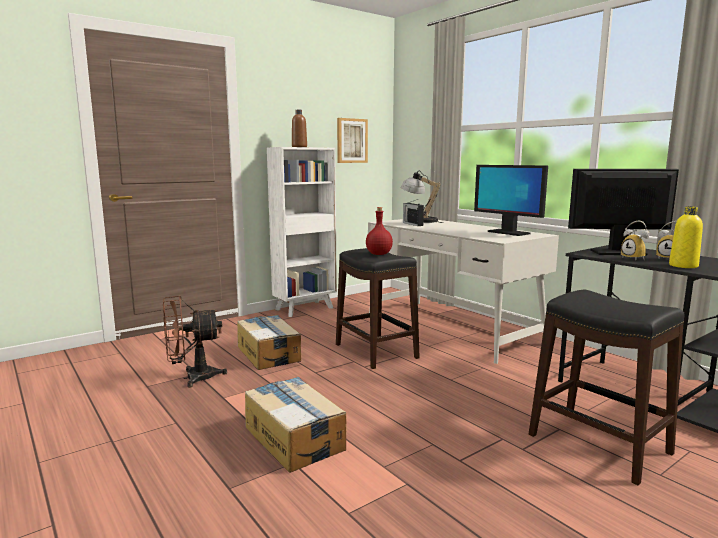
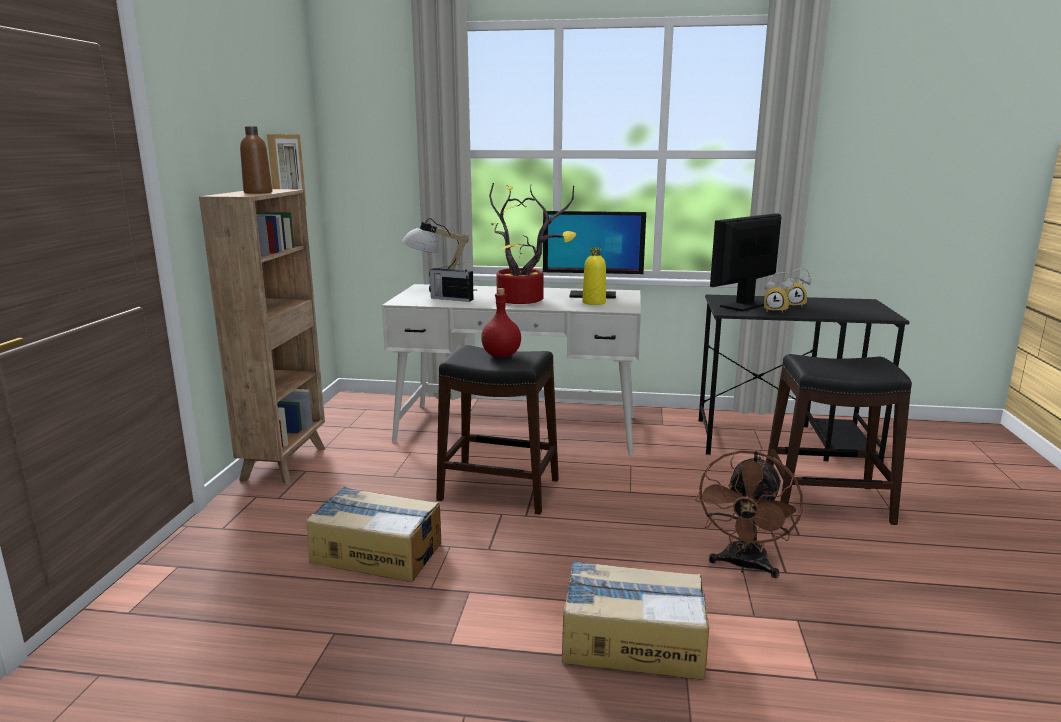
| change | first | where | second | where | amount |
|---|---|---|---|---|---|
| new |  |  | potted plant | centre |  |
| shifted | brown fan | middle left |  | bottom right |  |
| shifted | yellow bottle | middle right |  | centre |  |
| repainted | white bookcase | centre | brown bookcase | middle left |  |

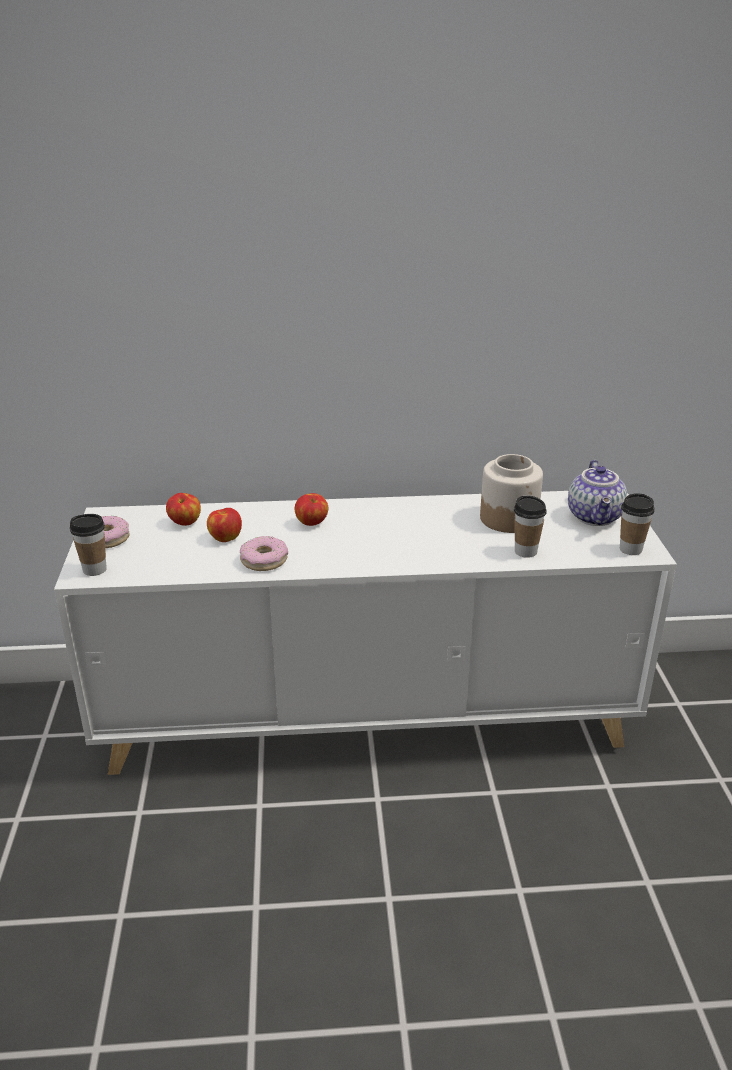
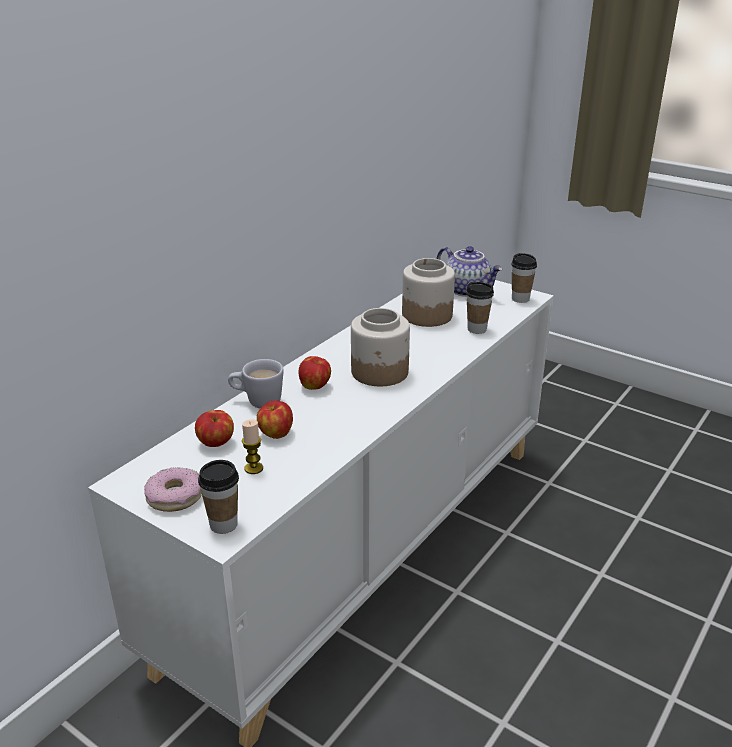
| change | first | where | second | where | amount |
|---|---|---|---|---|---|
| gone | donut (no. 2 from left) | centre |  |  |  |
| new |  |  | white mug | centre |  |
| new |  |  | candle | centre |  |
| new |  |  | jar (no. 1 from left) | centre |  |

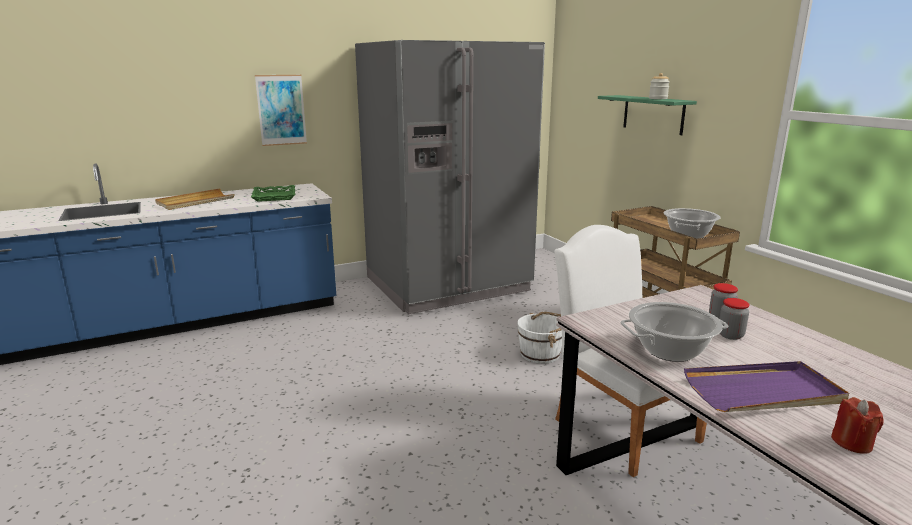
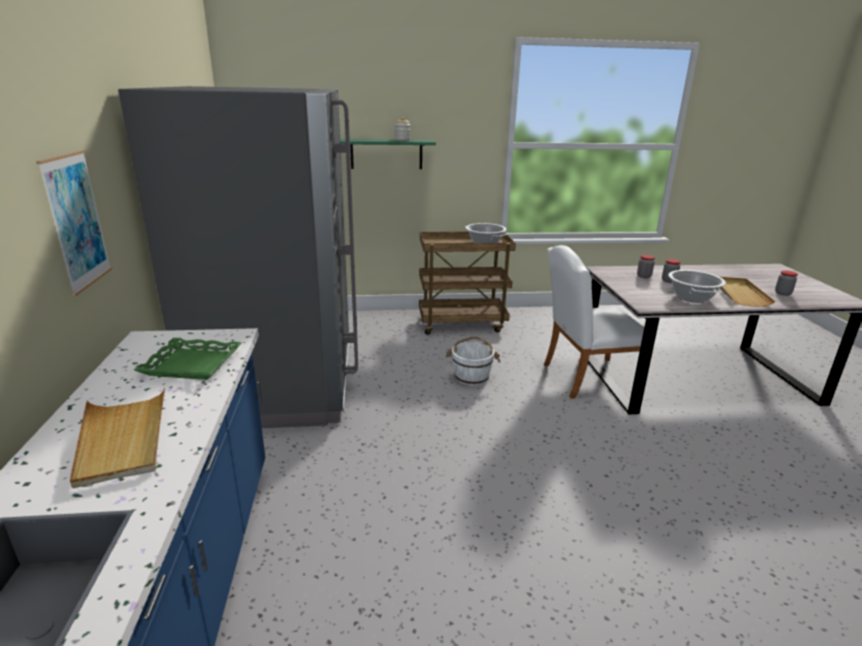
| change | first | where | second | where | amount |
|---|---|---|---|---|---|
| swapped | red candle | bottom right | jar (no. 4 from left) | middle right |  |
| repainted | purple tray | bottom right | beige tray (no. 2 from left) | middle right |  |

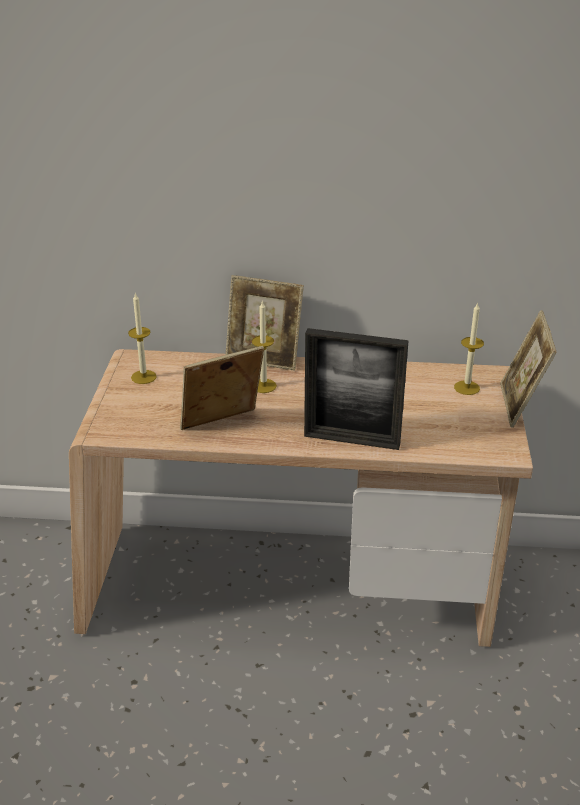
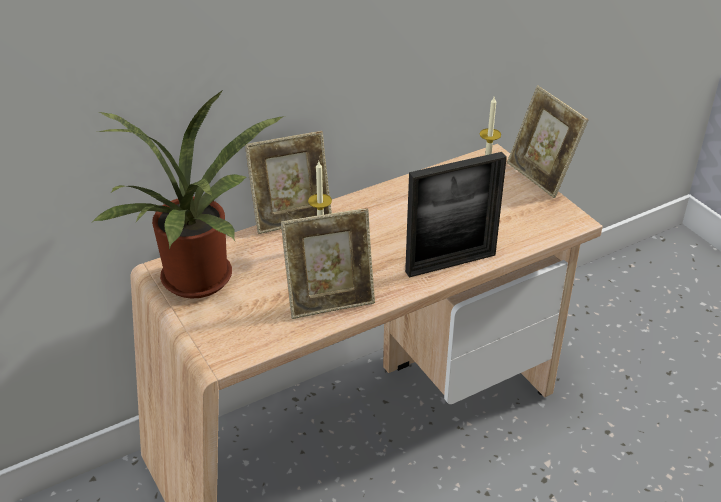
| change | first | where | second | where | amount |
|---|---|---|---|---|---|
| swapped | candle (no. 1 from left) | middle left | potted plant | middle left |  |
| rotated | picture frame (no. 1 from left in the first image) | centre | picture frame (no. 2 from left) | centre | 135 degrees counterclockwise |

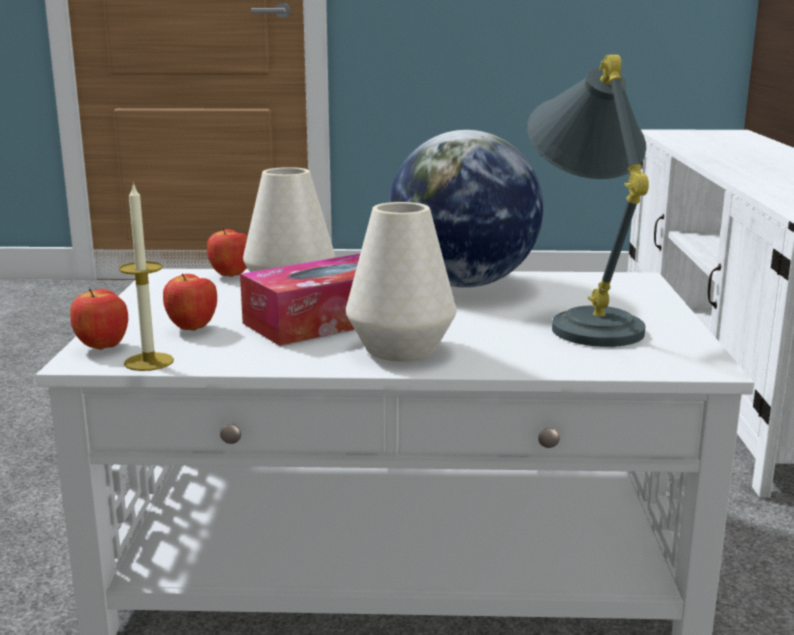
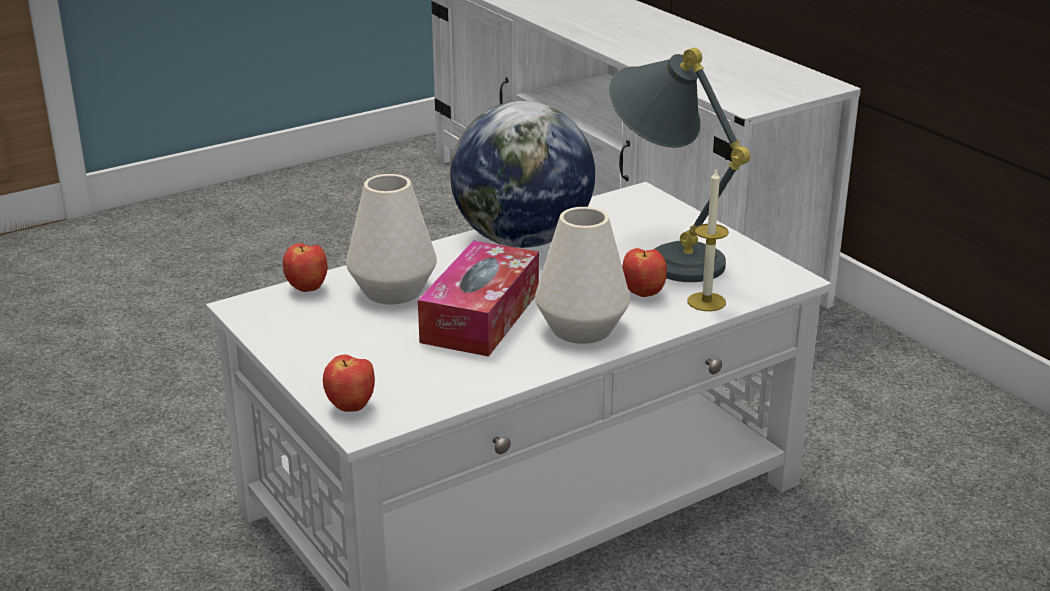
| change | first | where | second | where | amount |
|---|---|---|---|---|---|
| shifted | candle | middle left |  | middle right |  |
| shifted | apple (no. 2 from left in the first image) | middle left | apple (no. 3 from left) | centre |  |

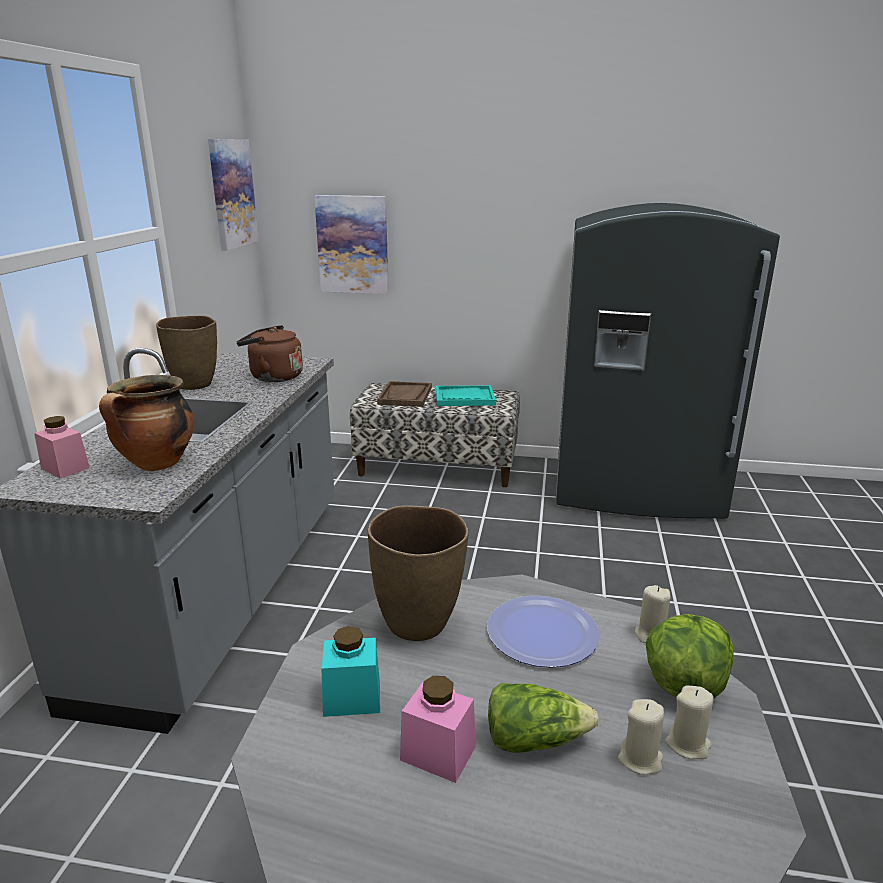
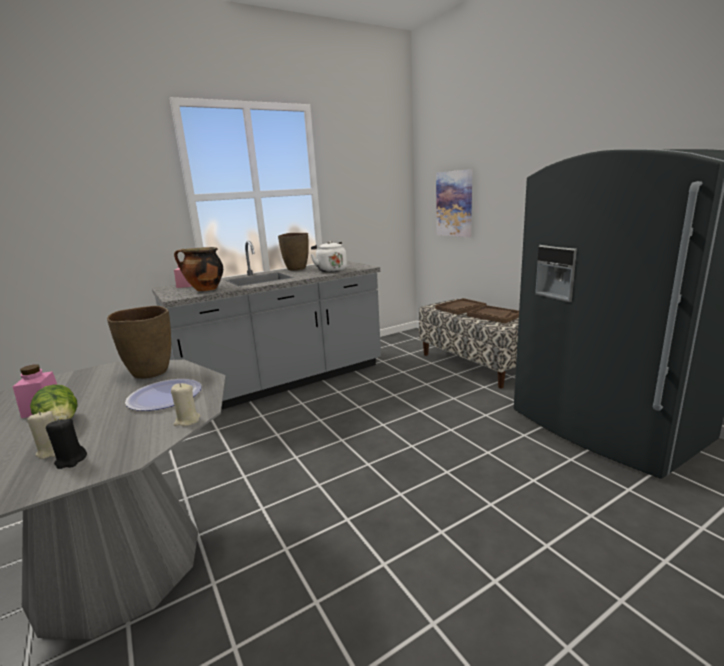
| change | first | where | second | where | amount |
|---|---|---|---|---|---|
| gone | picture (no. 1 from left) | top left |  |  |  |
| gone | turquoise jar | bottom centre |  |  |  |
| gone | lettuce (no. 2 from left) | bottom right |  |  |  |
| repainted | brown kettle | middle left | white kettle | centre |  |
| repainted | turquoise tray | centre | brown tray (no. 2 from left) | middle right |  |
| repainted | beige candle (no. 3 from left) | bottom right | black candle | middle left |  |

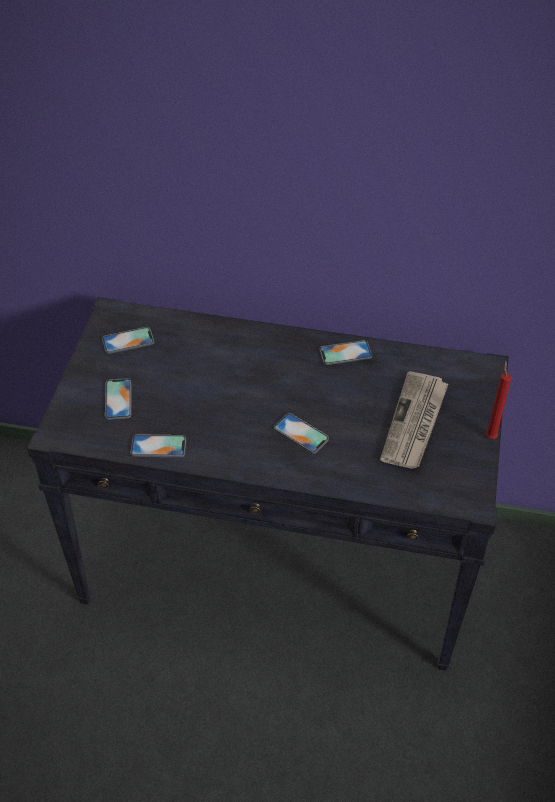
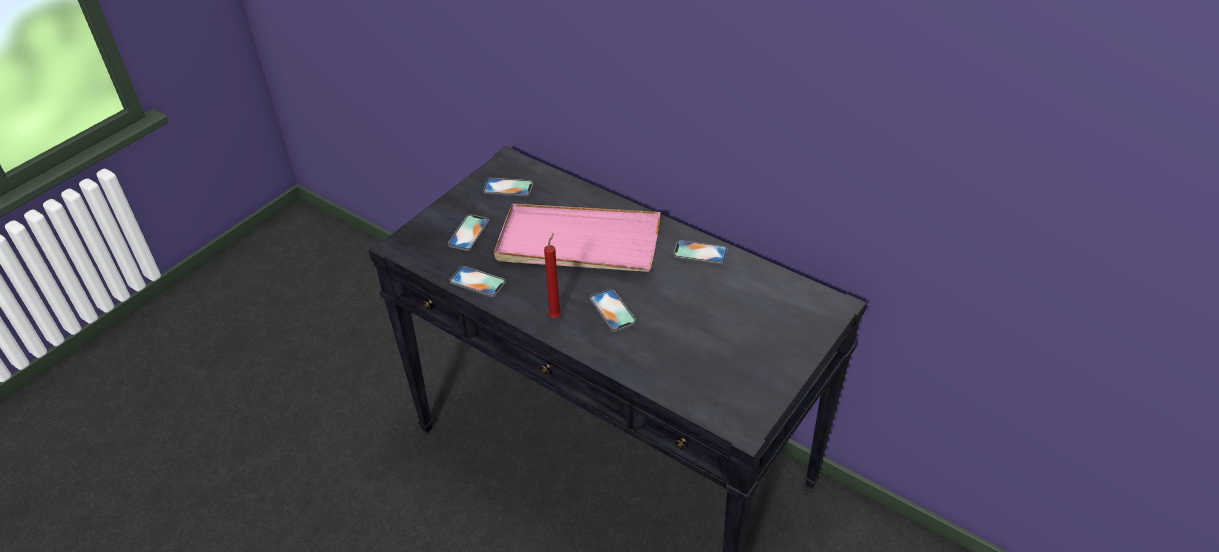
| change | first | where | second | where | amount |
|---|---|---|---|---|---|
| gone | newspaper | middle right |  |  |  |
| new |  |  | pink tray | centre |  |
| shifted | red candle | middle right |  | centre |  |

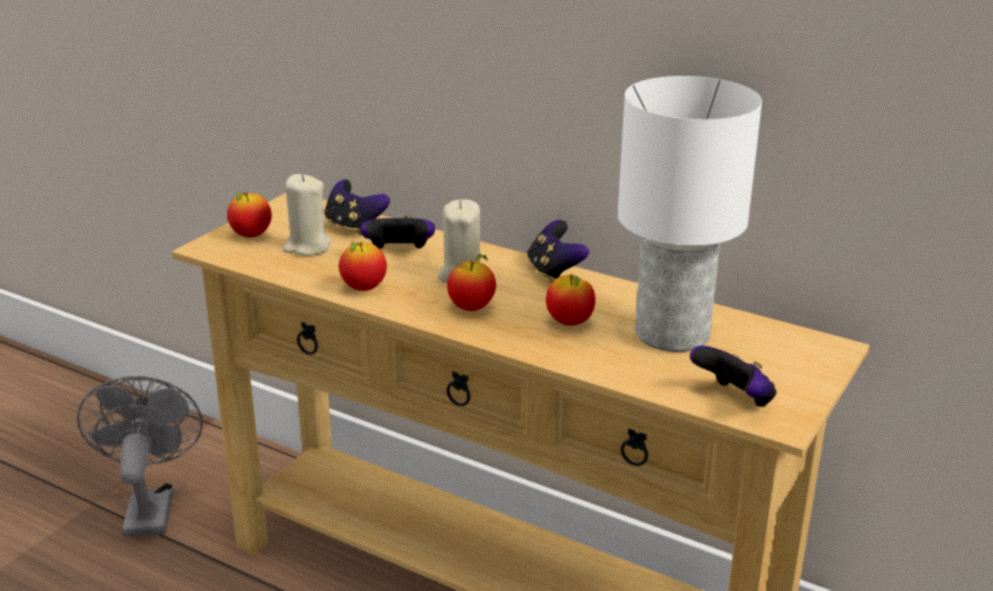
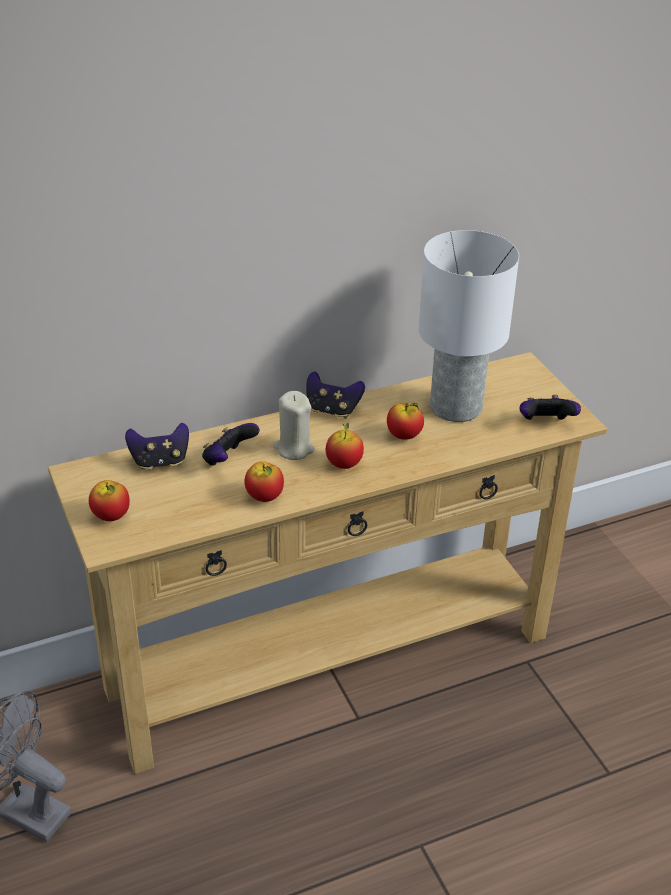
| change | first | where | second | where | amount |
|---|---|---|---|---|---|
| gone | beige candle (no. 1 from left) | middle left |  |  |  |

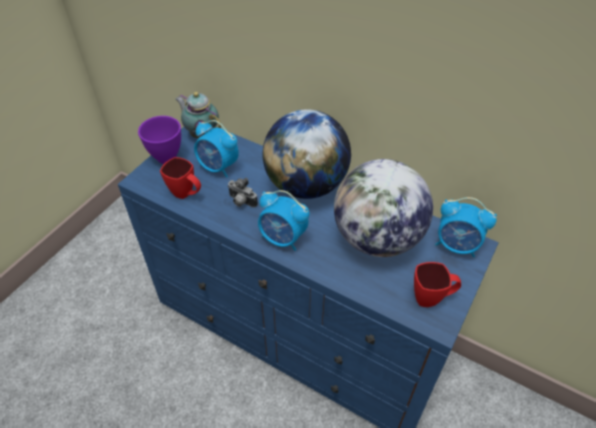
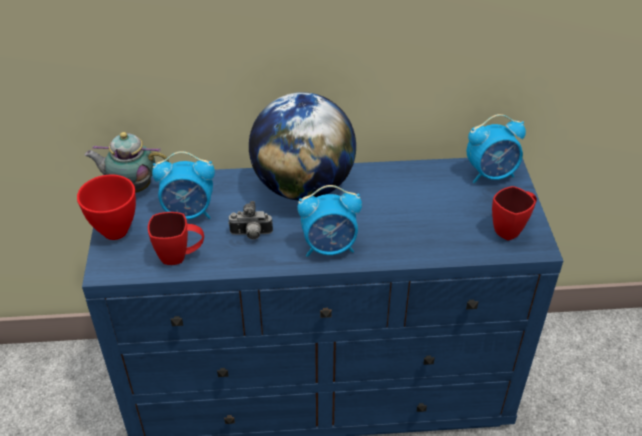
| change | first | where | second | where | amount |
|---|---|---|---|---|---|
| gone | globe (no. 2 from left) | centre |  |  |  |
| repainted | purple bowl | top left | red bowl | middle left |  |

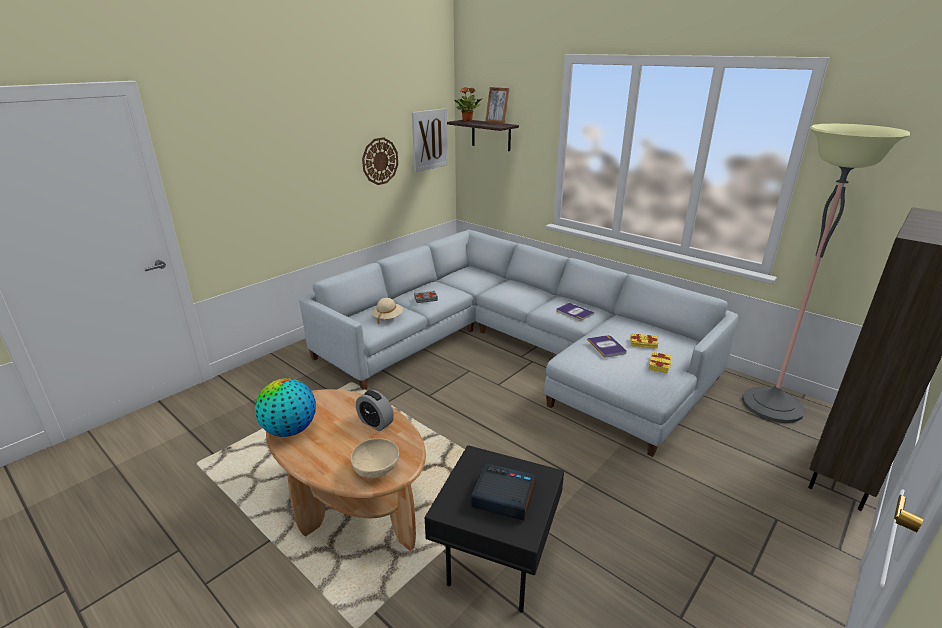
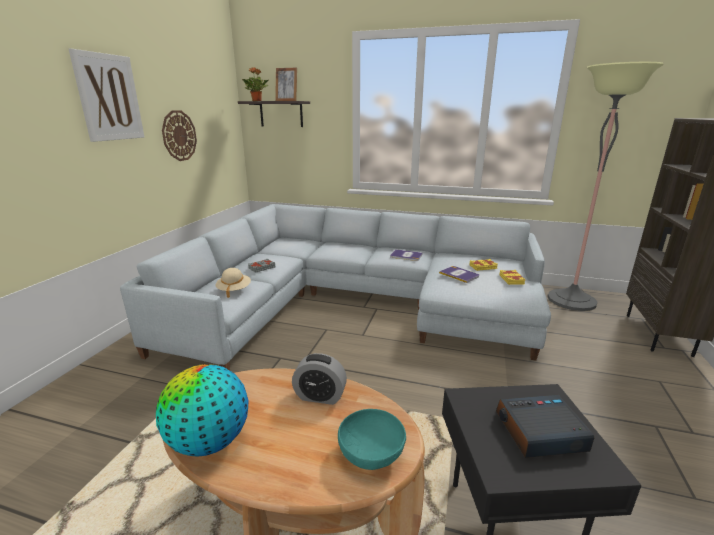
| change | first | where | second | where | amount |
|---|---|---|---|---|---|
| shifted | picture | top centre |  | top left |  |
| repainted | beige bowl | bottom centre | turquoise bowl | bottom centre |  |

